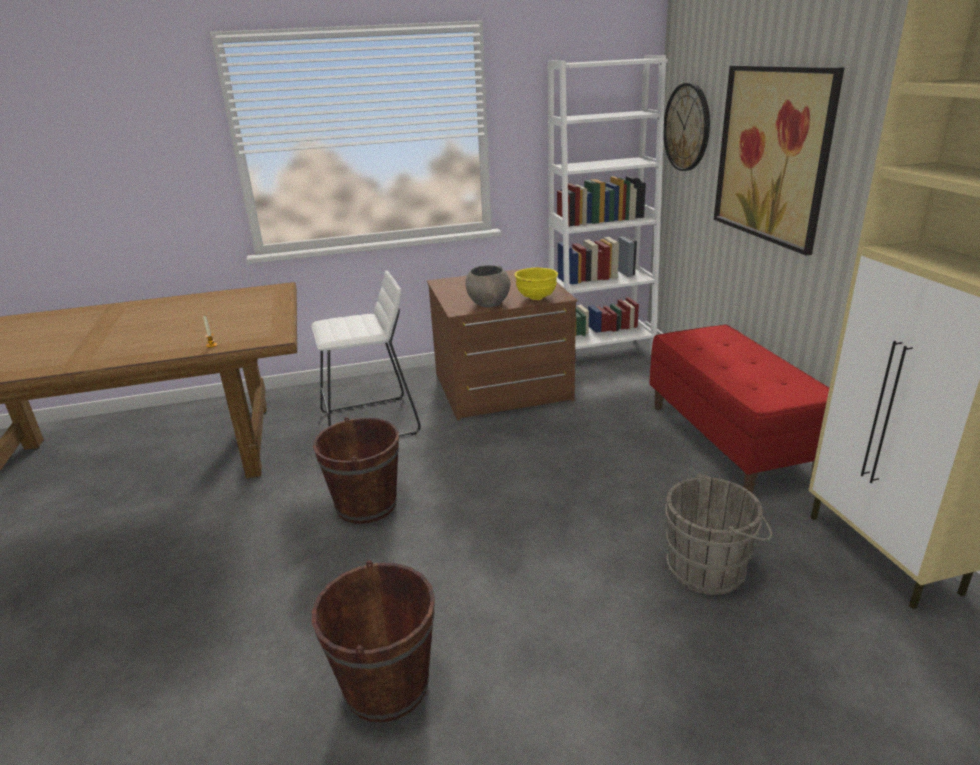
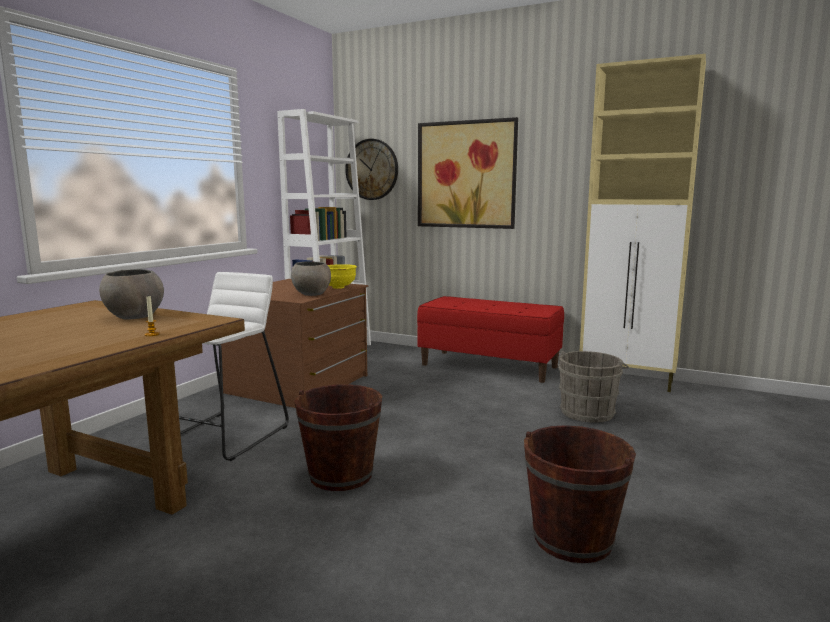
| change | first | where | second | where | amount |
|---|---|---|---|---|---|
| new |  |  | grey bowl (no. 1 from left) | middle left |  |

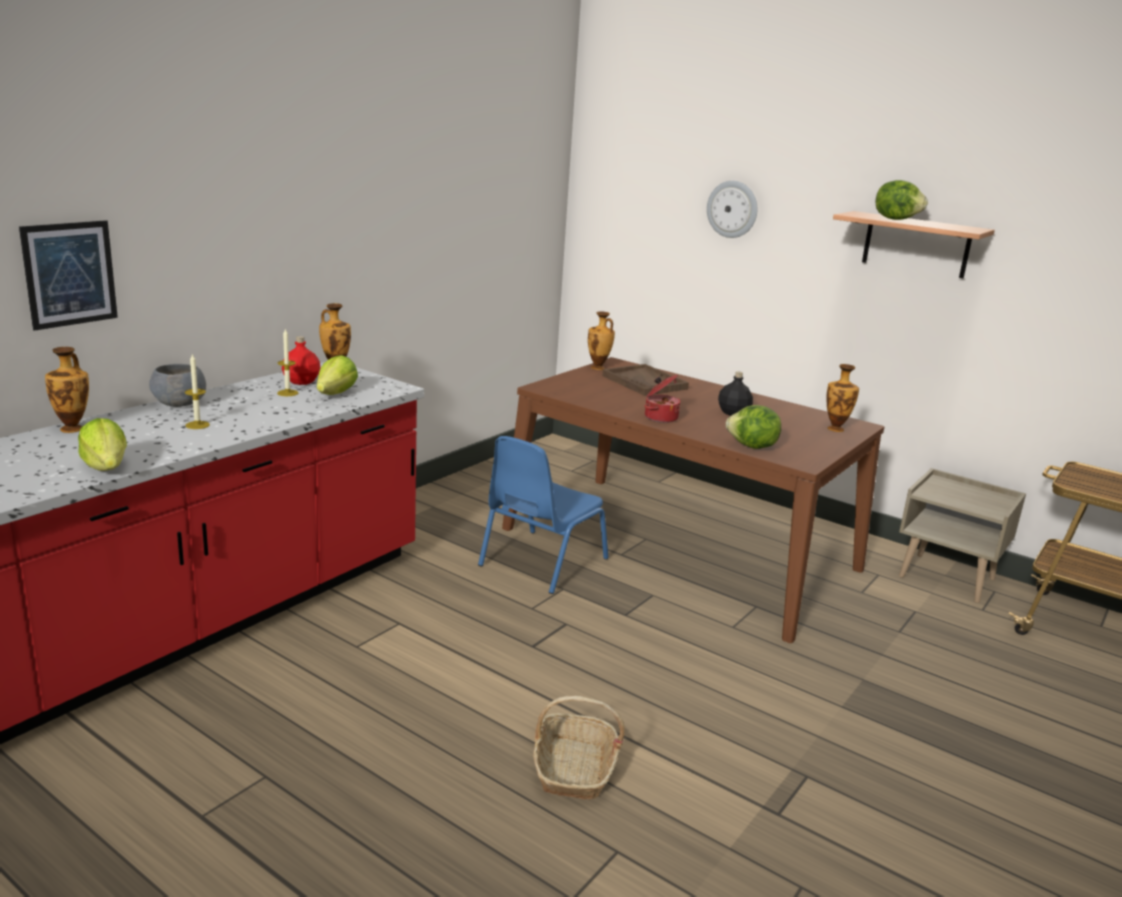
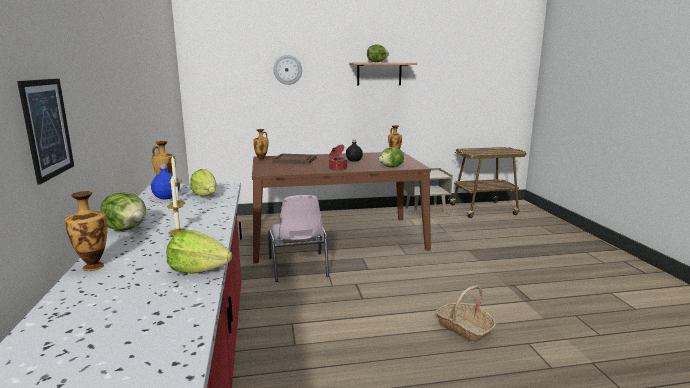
| change | first | where | second | where | amount |
|---|---|---|---|---|---|
| swapped | grey bowl | middle left | lettuce (no. 1 from left) | middle left |  |
| repainted | red bottle | middle left | blue bottle | middle left |  |
| repainted | blue chair | centre | pink chair | centre |  |

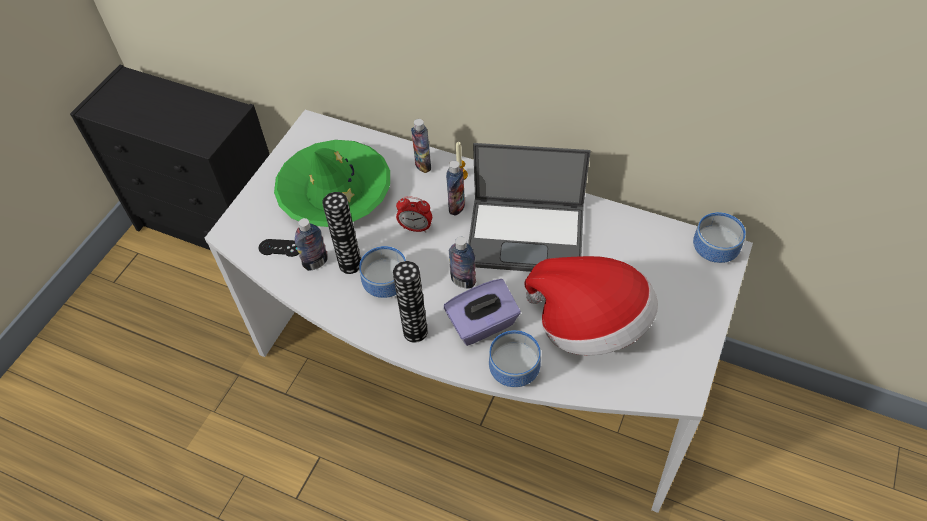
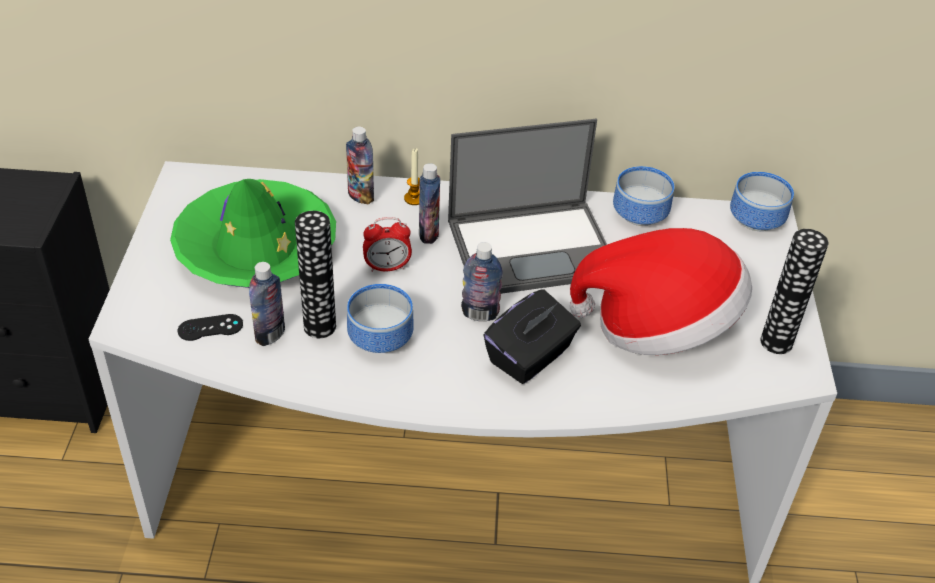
| change | first | where | second | where | amount |
|---|---|---|---|---|---|
| shifted | vase (no. 2 from left) | centre |  | middle right |  |
| shifted | bowl (no. 2 from left) | bottom centre |  | middle right |  |
| repainted | purple tissue box | centre | black tissue box | centre |  |

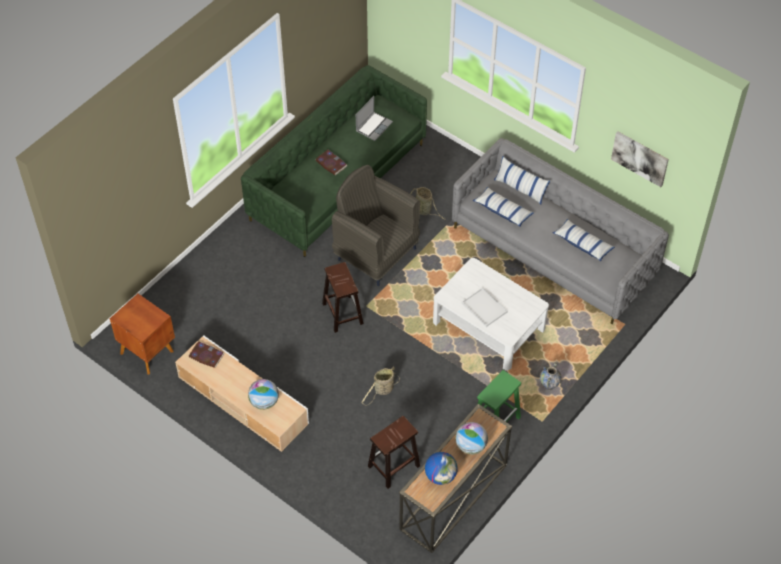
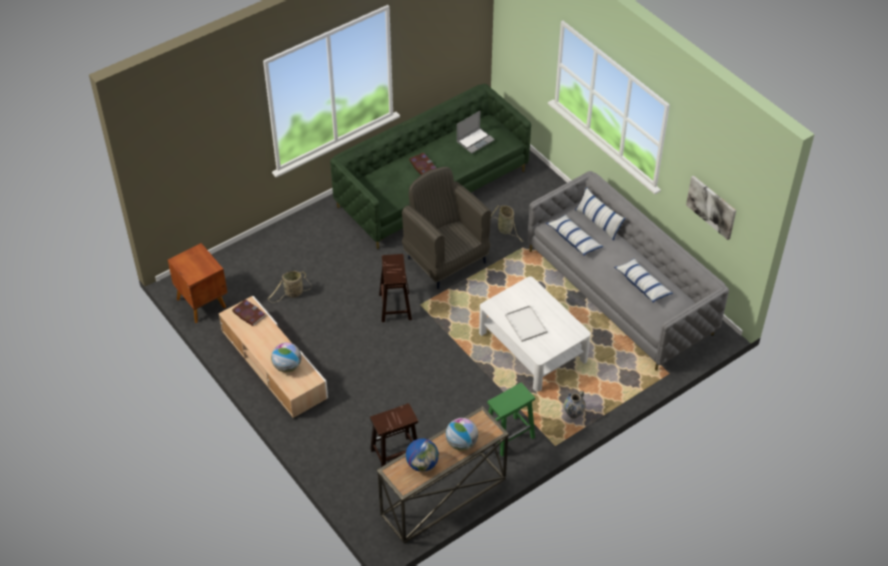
| change | first | where | second | where | amount |
|---|---|---|---|---|---|
| shifted | basket (no. 1 from left) | bottom centre |  | middle left |  |

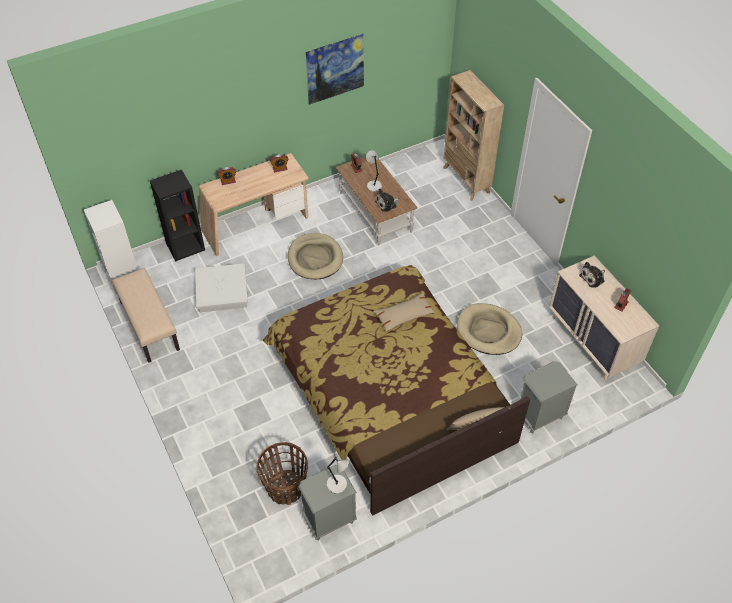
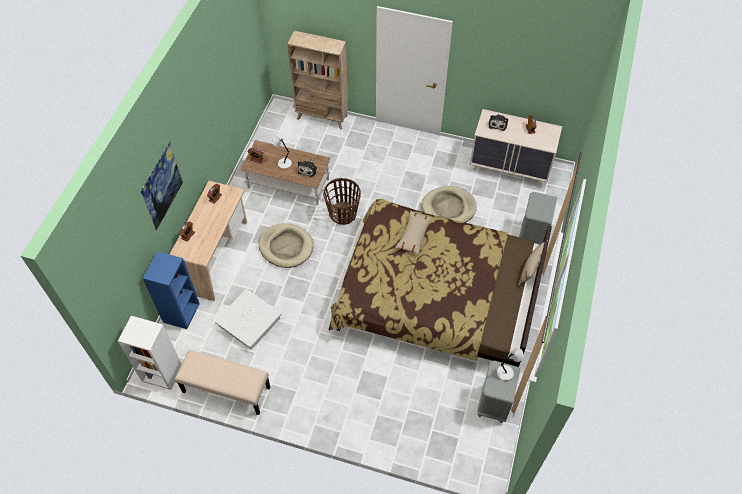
| change | first | where | second | where | amount |
|---|---|---|---|---|---|
| shifted | basket | bottom centre |  | centre |  |
| shifted | picture | top centre |  | middle left |  |
| repainted | black bookcase | middle left | blue bookcase | middle left |  |

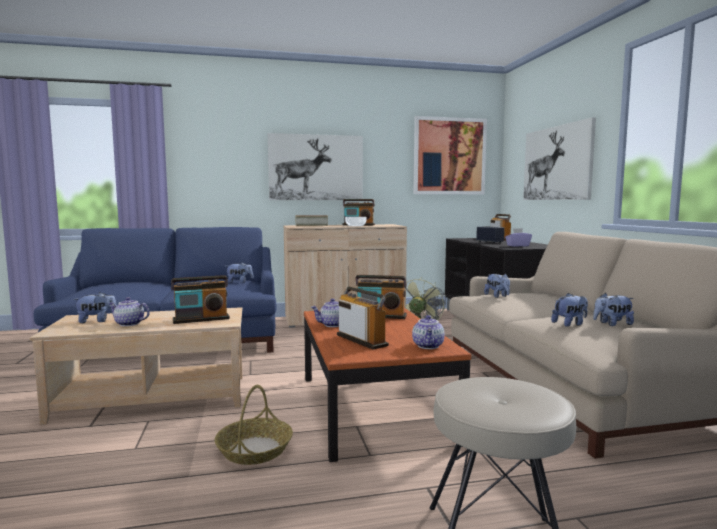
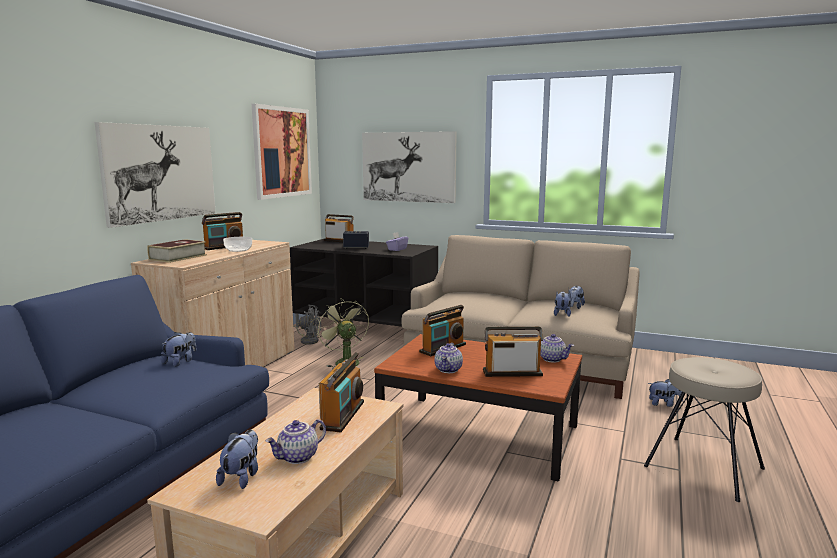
| change | first | where | second | where | amount |
|---|---|---|---|---|---|
| gone | basket | bottom centre |  |  |  |
| shifted | plush toy (no. 3 from left in the first image) | middle right | plush toy (no. 5 from left) | bottom right |  |

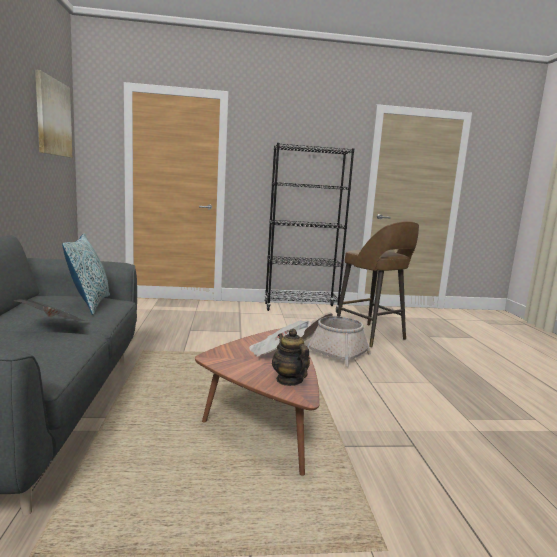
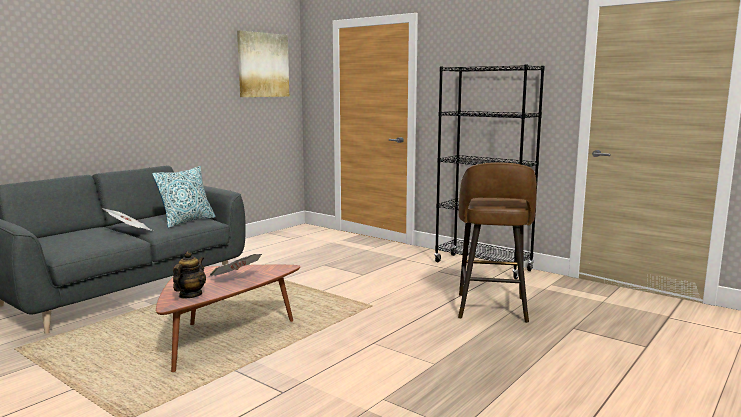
| change | first | where | second | where | amount |
|---|---|---|---|---|---|
| gone | basket | centre |  |  |  |

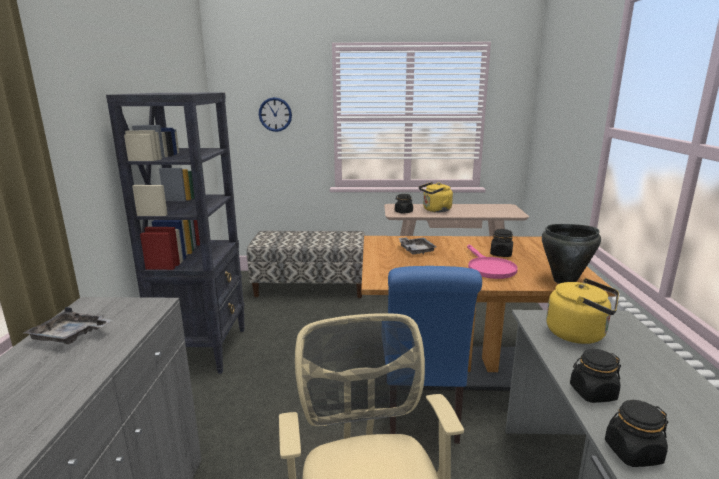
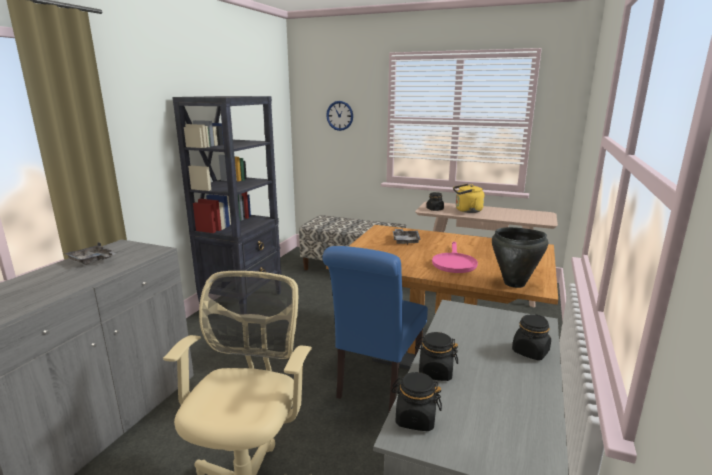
| change | first | where | second | where | amount |
|---|---|---|---|---|---|
| gone | yellow kettle (no. 2 from left) | middle right |  |  |  |
| shifted | black jar (no. 2 from left in the first image) | middle right | black jar (no. 4 from left) | bottom right |  |

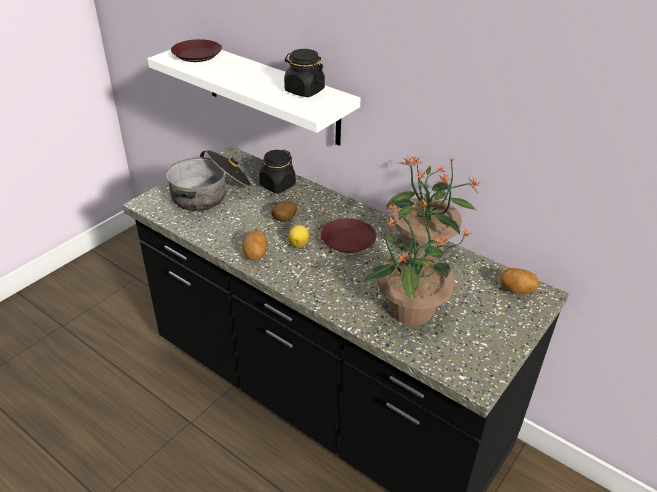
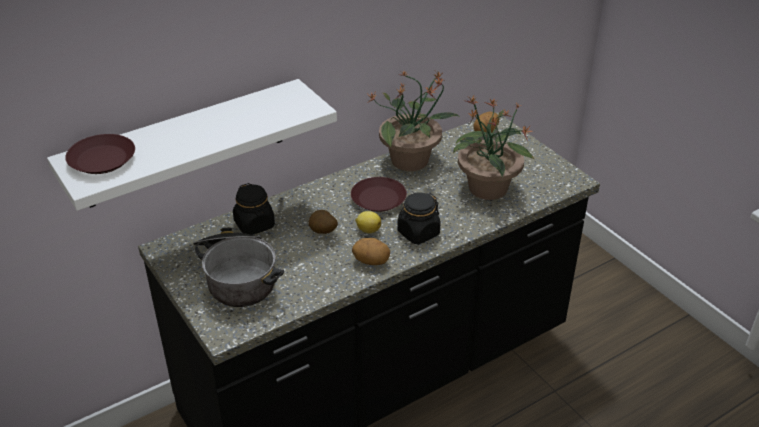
| change | first | where | second | where | amount |
|---|---|---|---|---|---|
| shifted | black jar (no. 2 from left) | top centre |  | centre |  |

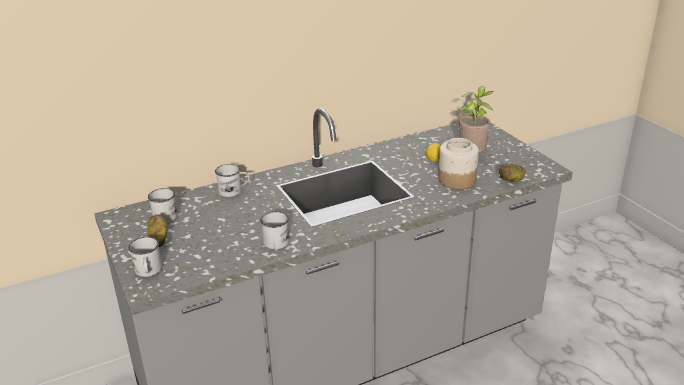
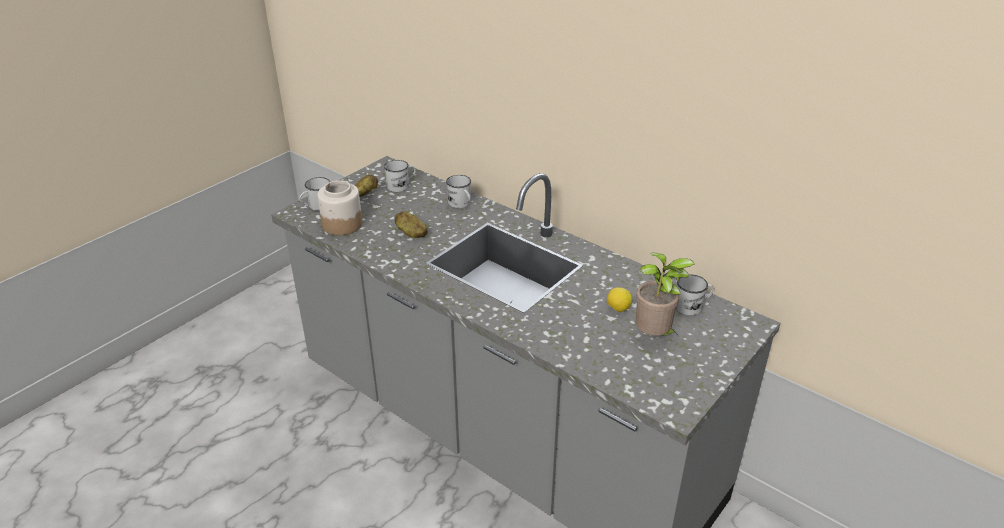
| change | first | where | second | where | amount |
|---|---|---|---|---|---|
| shifted | white mug (no. 4 from left) | centre |  | middle right |  |
| shifted | jar | middle right |  | centre |  |
| shifted | potato (no. 2 from left) | middle right |  | centre |  |

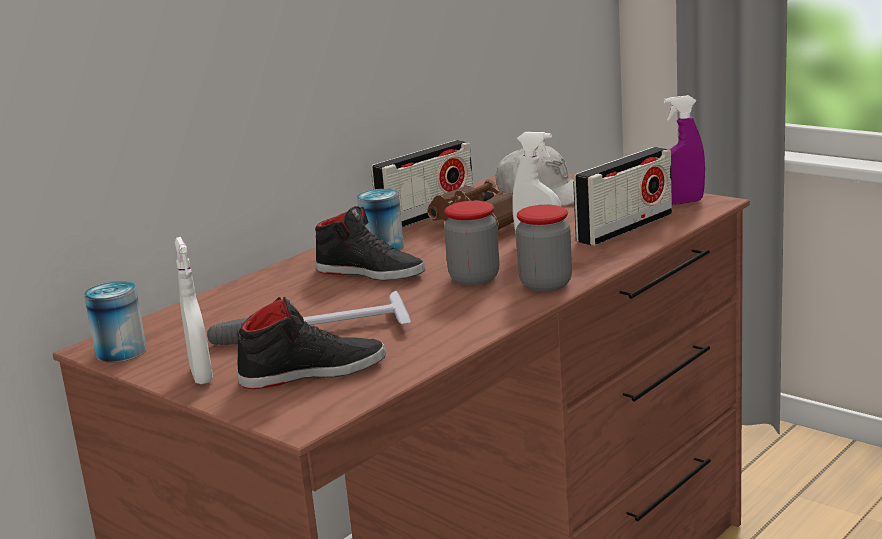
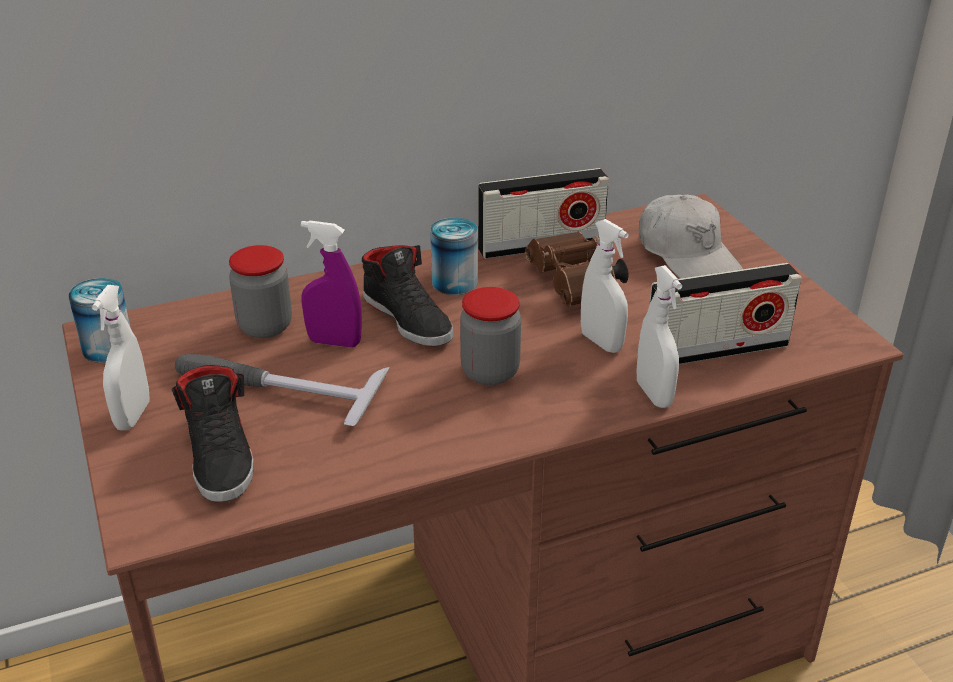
| change | first | where | second | where | amount |
|---|---|---|---|---|---|
| new |  |  | white spray bottle (no. 3 from left) | middle right |  |
| shifted | jar (no. 2 from left in the first image) | centre | jar (no. 1 from left) | middle left |  |
| shifted | purple spray bottle | top right |  | centre |  |
| rotated | black shoe (no. 1 from left) | centre |  | middle left | 60 degrees clockwise |

